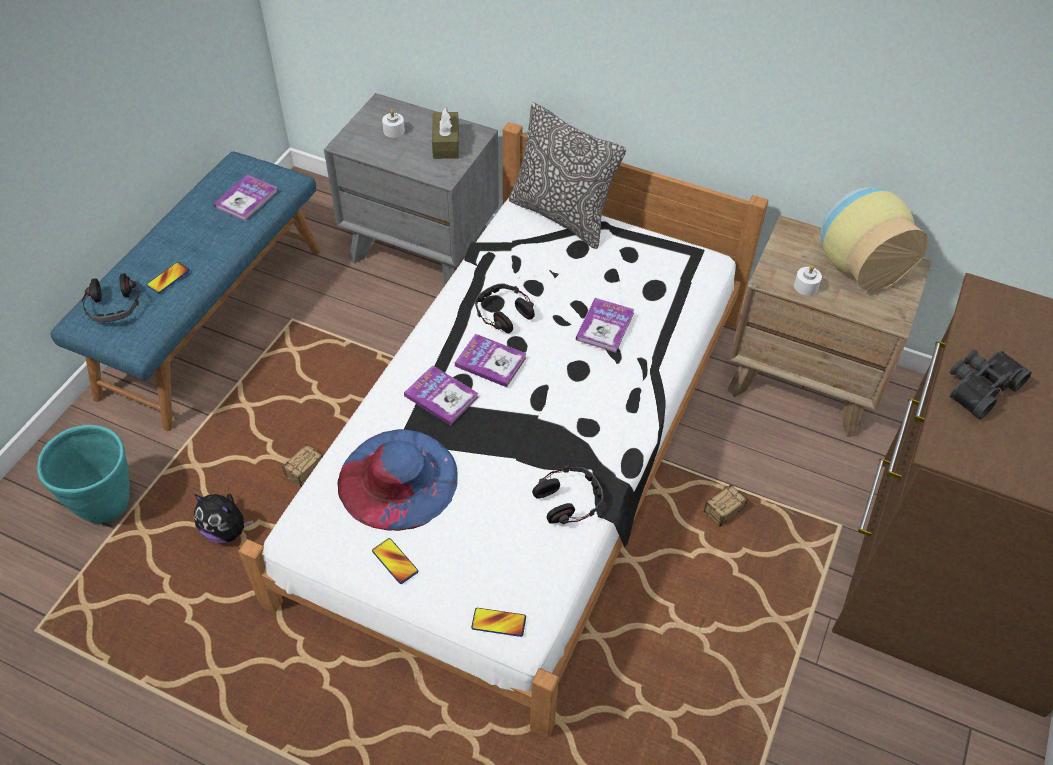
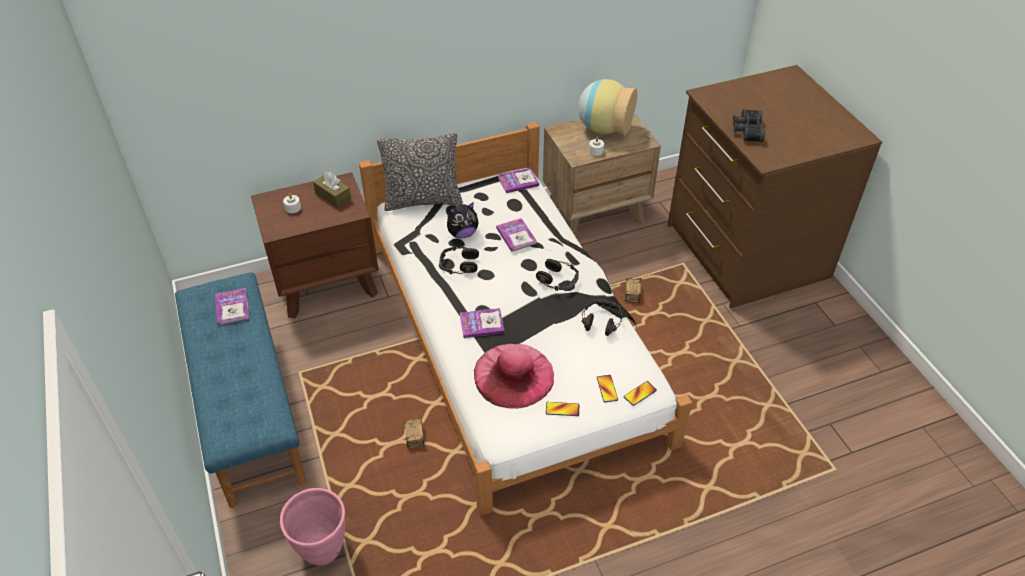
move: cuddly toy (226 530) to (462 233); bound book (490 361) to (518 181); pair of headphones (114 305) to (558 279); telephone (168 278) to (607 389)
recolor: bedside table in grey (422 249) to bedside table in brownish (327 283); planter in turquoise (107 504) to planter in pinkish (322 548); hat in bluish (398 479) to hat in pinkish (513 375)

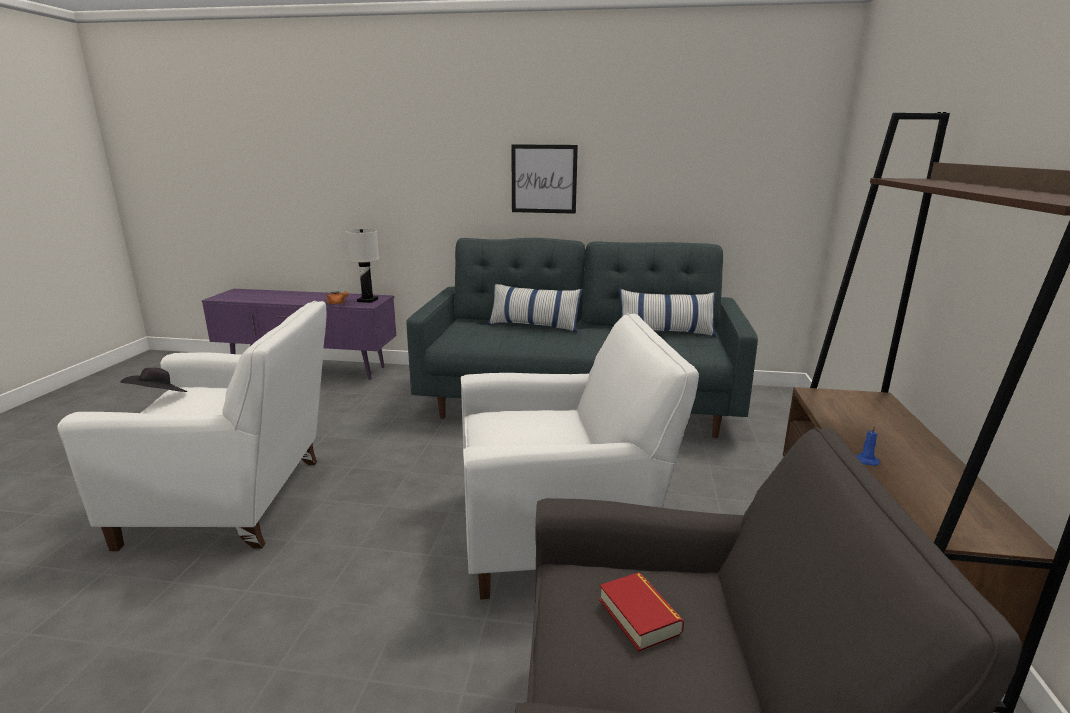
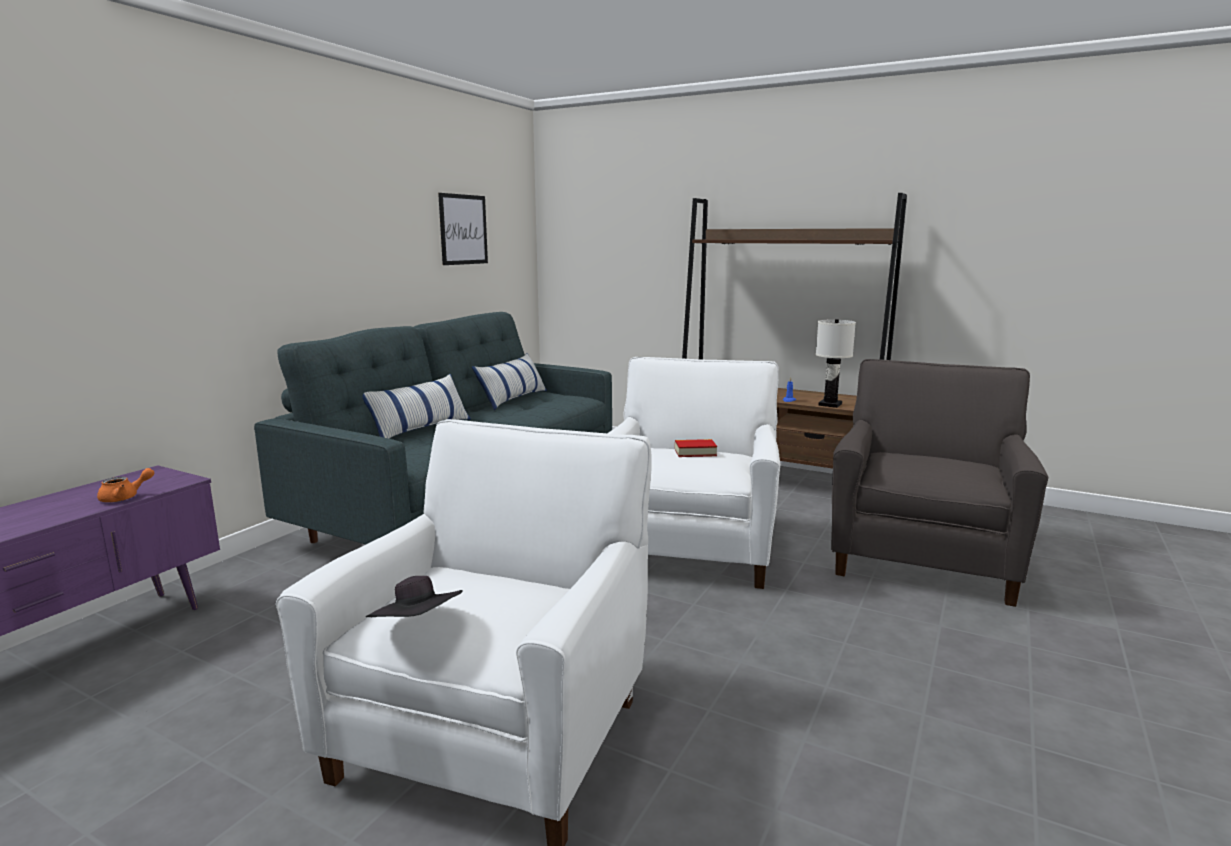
move: wall picture (544 179) to (463 229); bound book (639 616) to (695 452); lamp for a table in white-coloured (367 300) to (830 404)

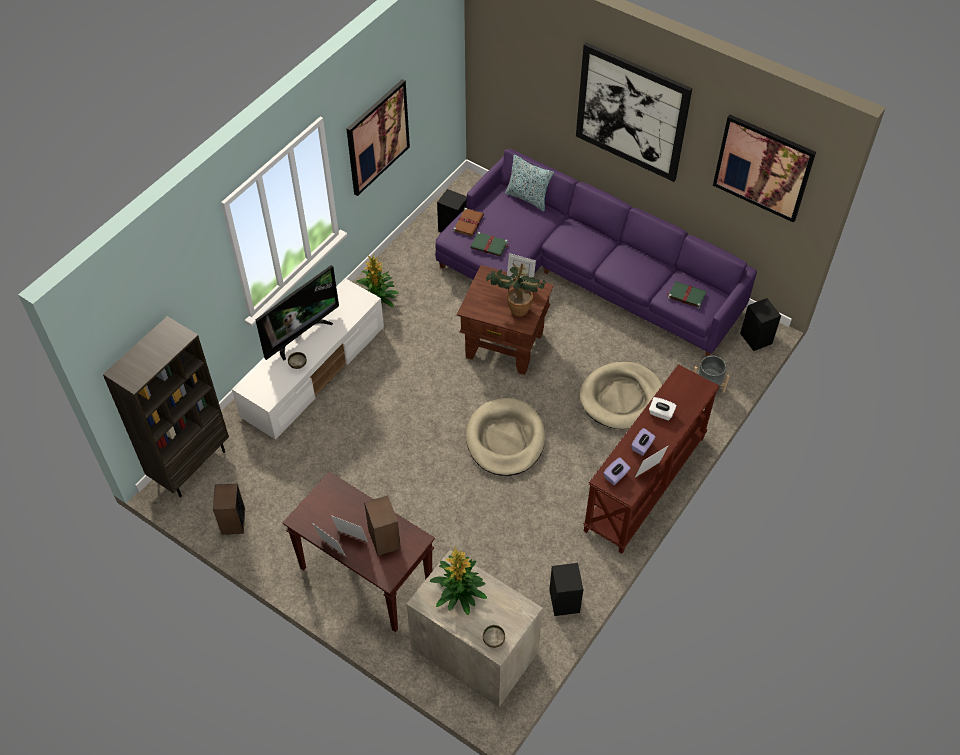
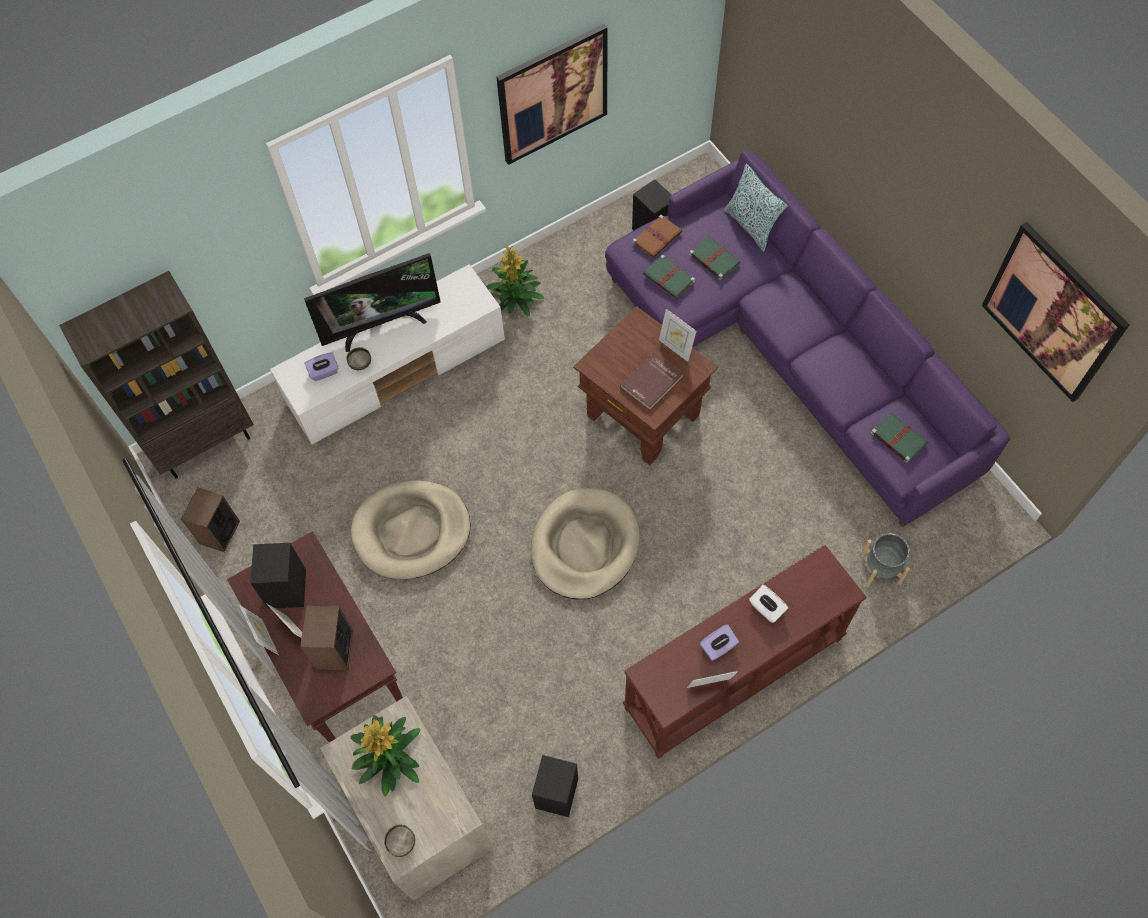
delete: wall picture (631 112)
insert: bound book in green-coloured (713 258)
move: loudspeaker in black-coloured (755 338) to (287 587); box of tissues in purple (616 476) to (324 372); dog bed in beige-coloured (621 398) to (411 531)
replace: potted plant (515 307) to bound book in red-coloured (652 382)

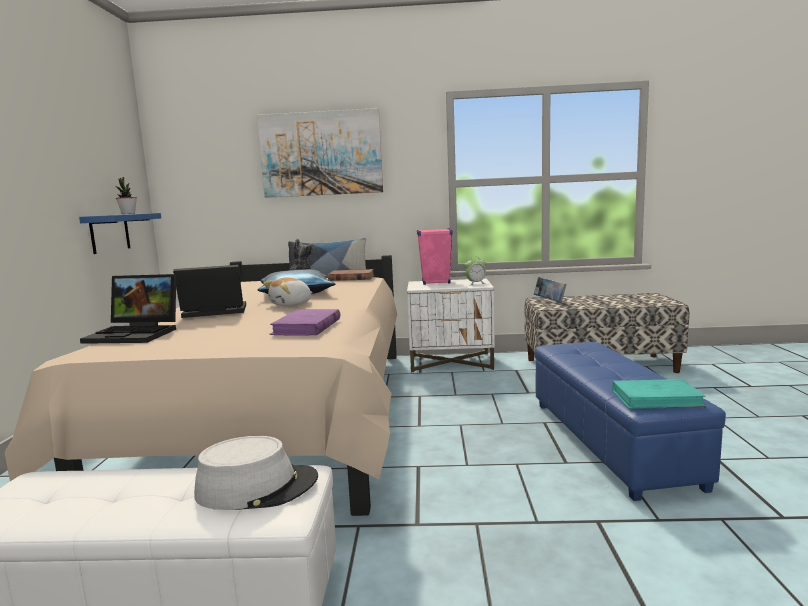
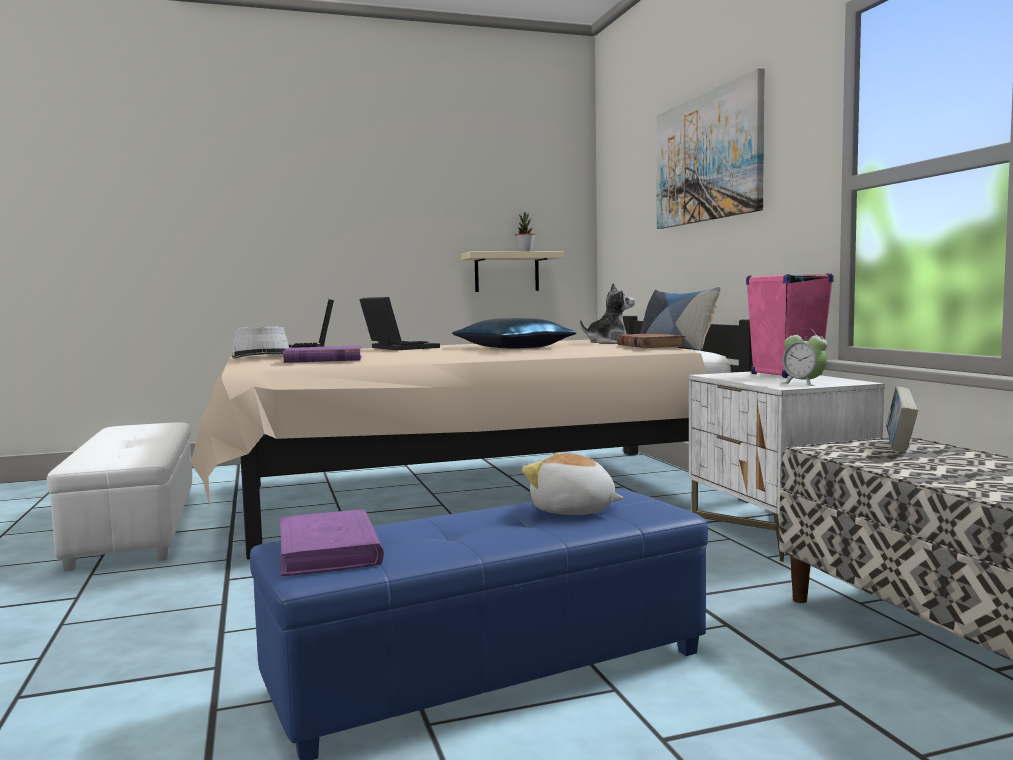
move: hat in grey (257 487) to (262 356); cuddly toy (291 304) to (573 511)
recolor: bound book in turquoise (656 398) to bound book in purple (328 550); bracket shelf in bluish (109 233) to bracket shelf in beige-coloured (506 272)

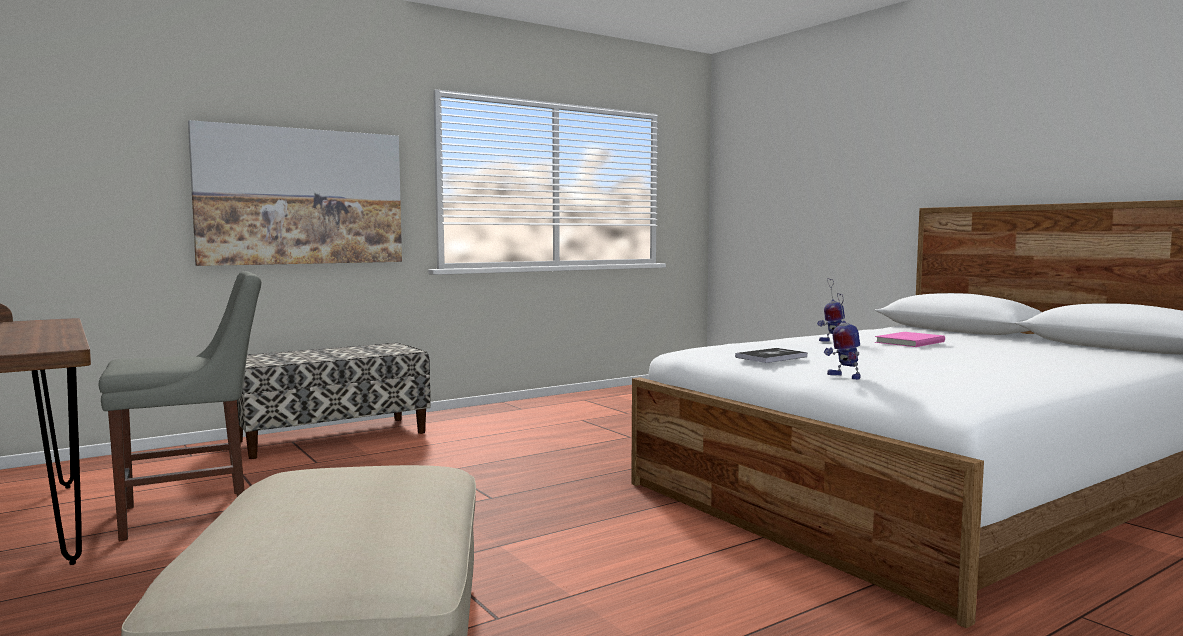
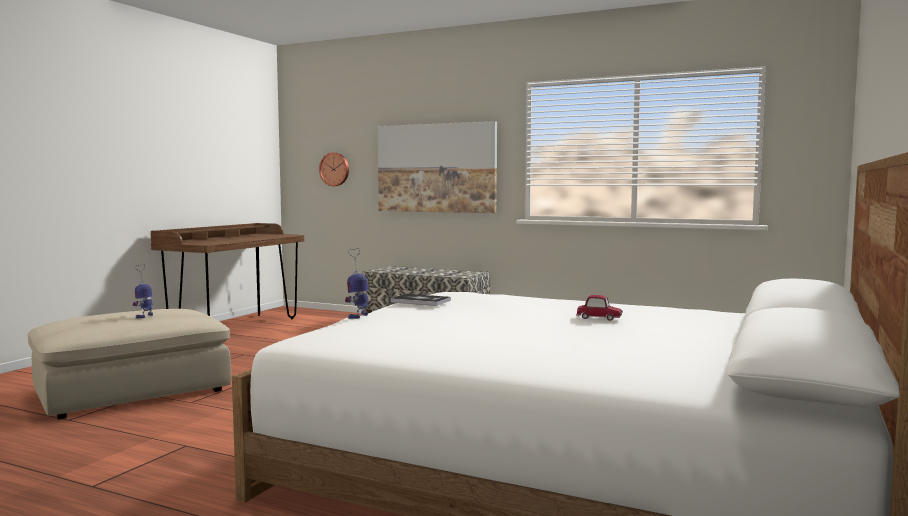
delete: chair in grey (193 513)
insert: hanging clock (335 169)
move: toy robot (832 342) to (145 316)
replace: bound book in pinkish (907 342) to toy car (599 318)

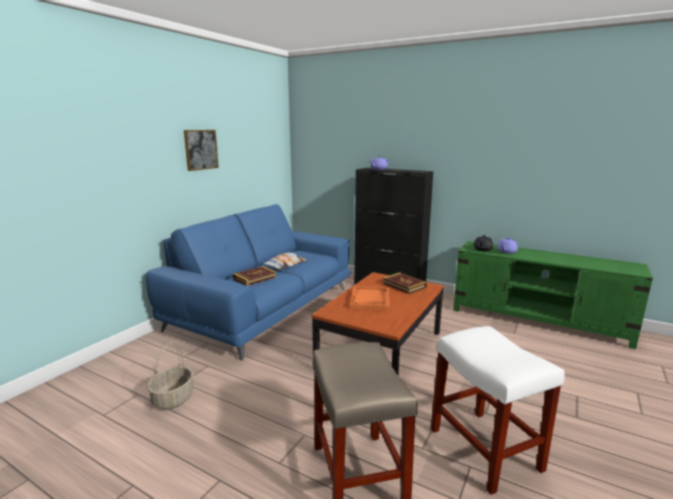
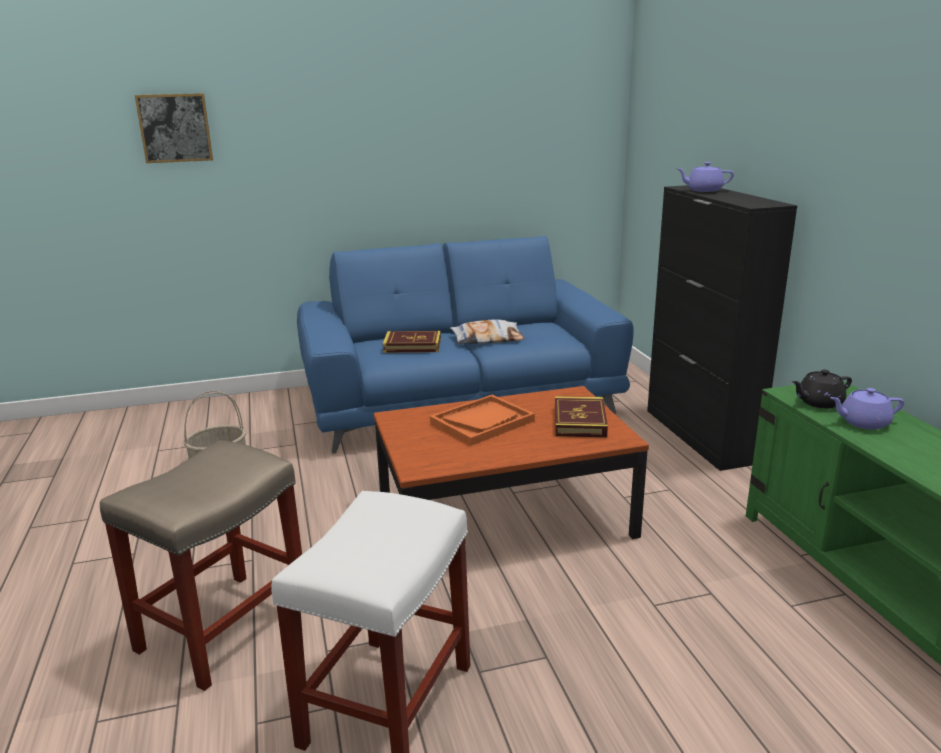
move: wall picture (201 149) to (175 128)

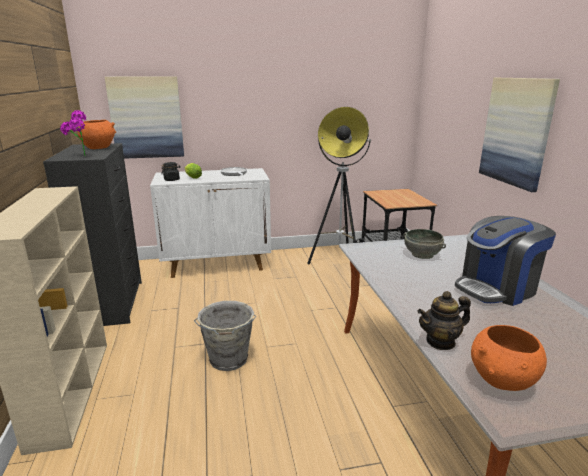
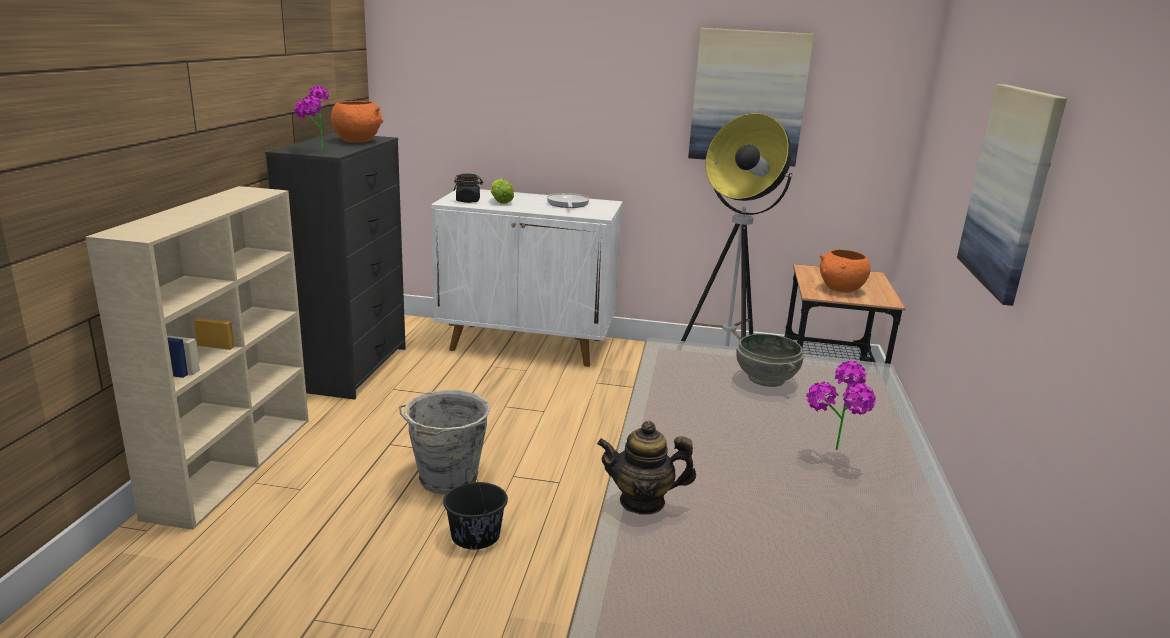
insert: bucket in black-coloured (475 535)
move: wall picture (146 118) to (748 97); deep dish in orange (502 381) to (841 289)
replace: coffee machine (497 288) to potted plant (833 454)

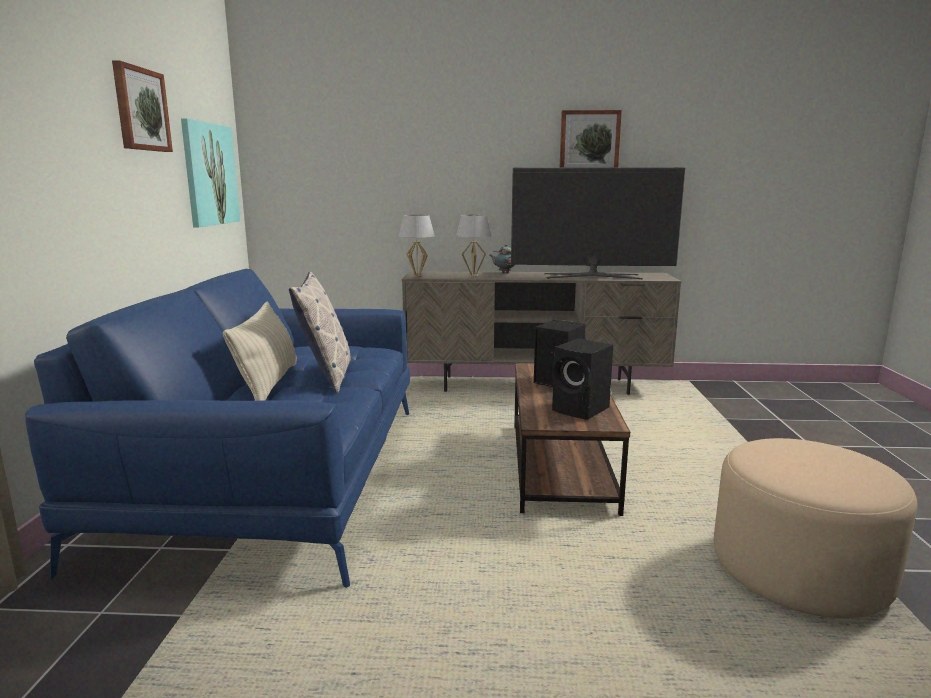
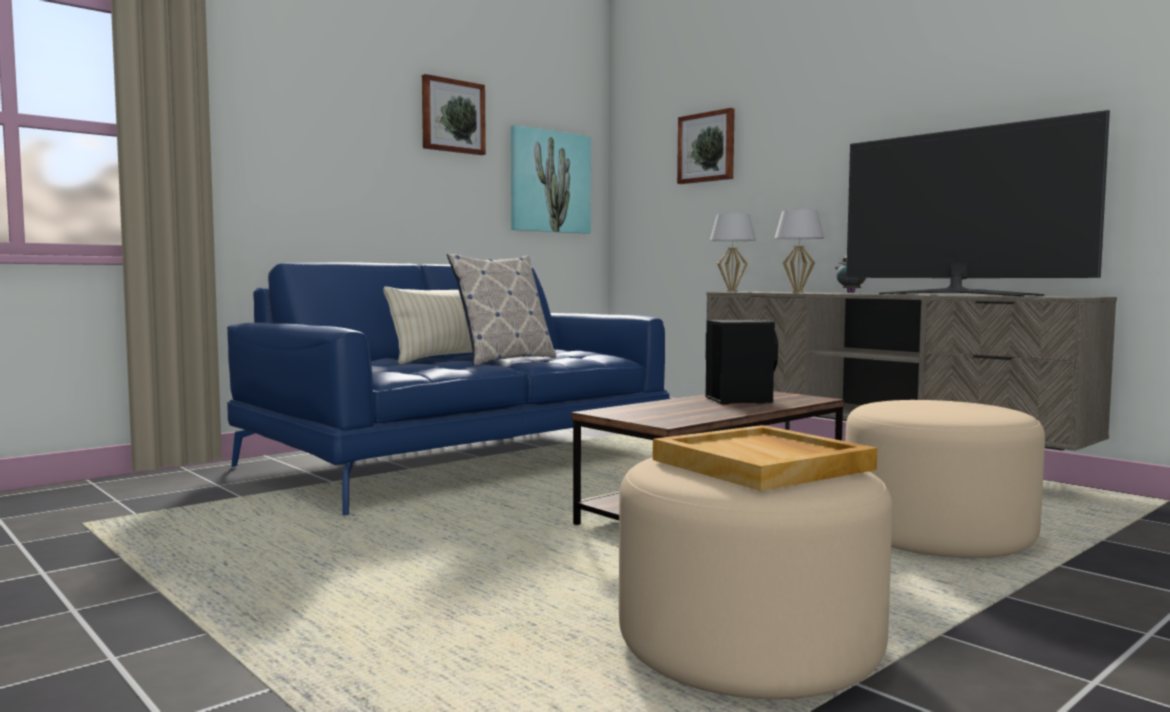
delete: loudspeaker in black-coloured (582 410)
insert: serving tray in beige-coloured (764 464); pouffe in beige-coloured (937 535)
move: wall picture (589 141) to (707 147)

